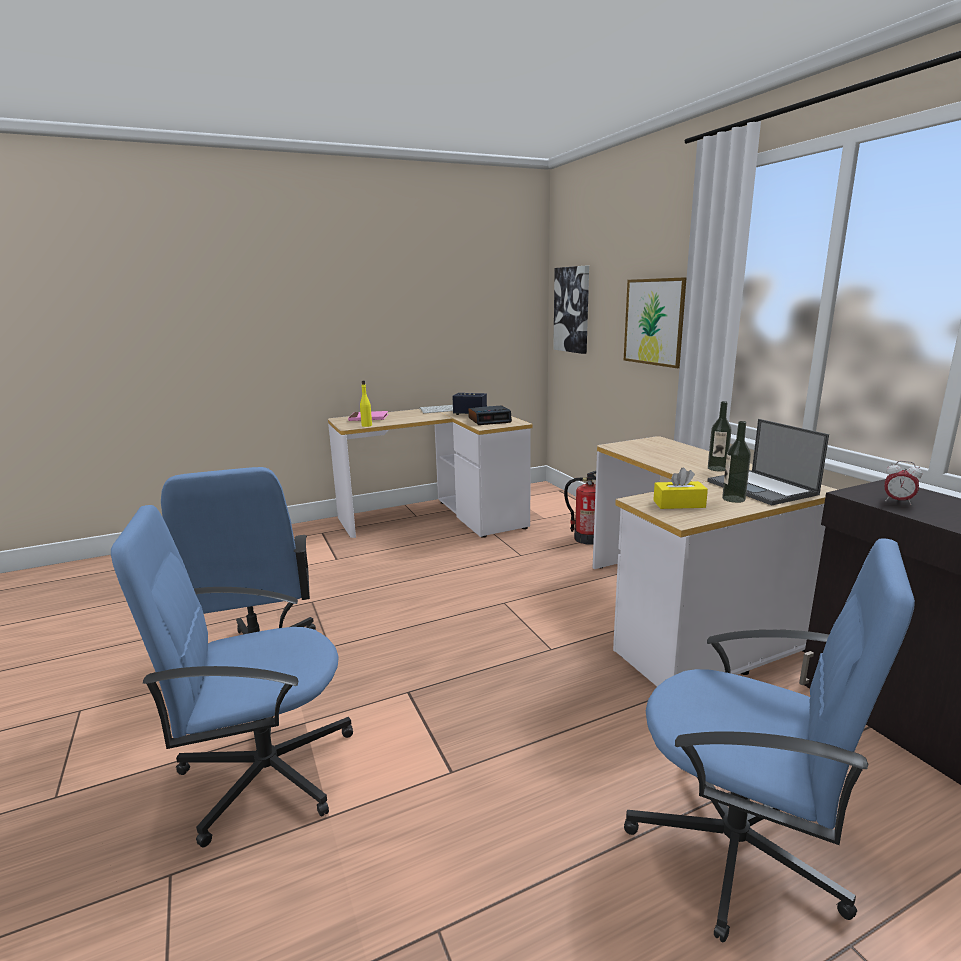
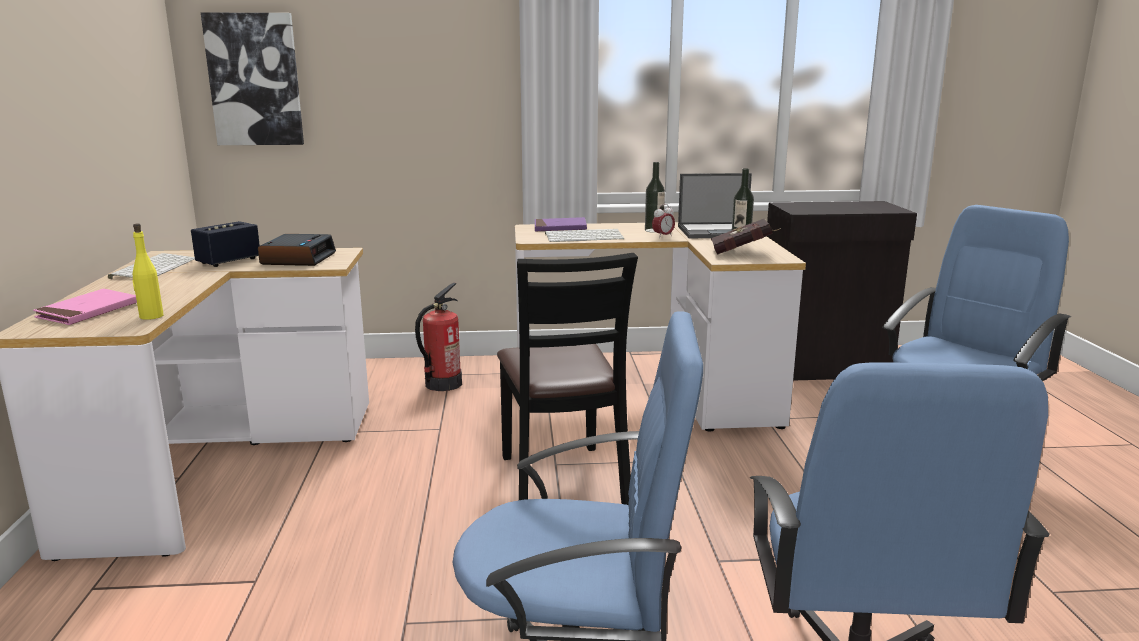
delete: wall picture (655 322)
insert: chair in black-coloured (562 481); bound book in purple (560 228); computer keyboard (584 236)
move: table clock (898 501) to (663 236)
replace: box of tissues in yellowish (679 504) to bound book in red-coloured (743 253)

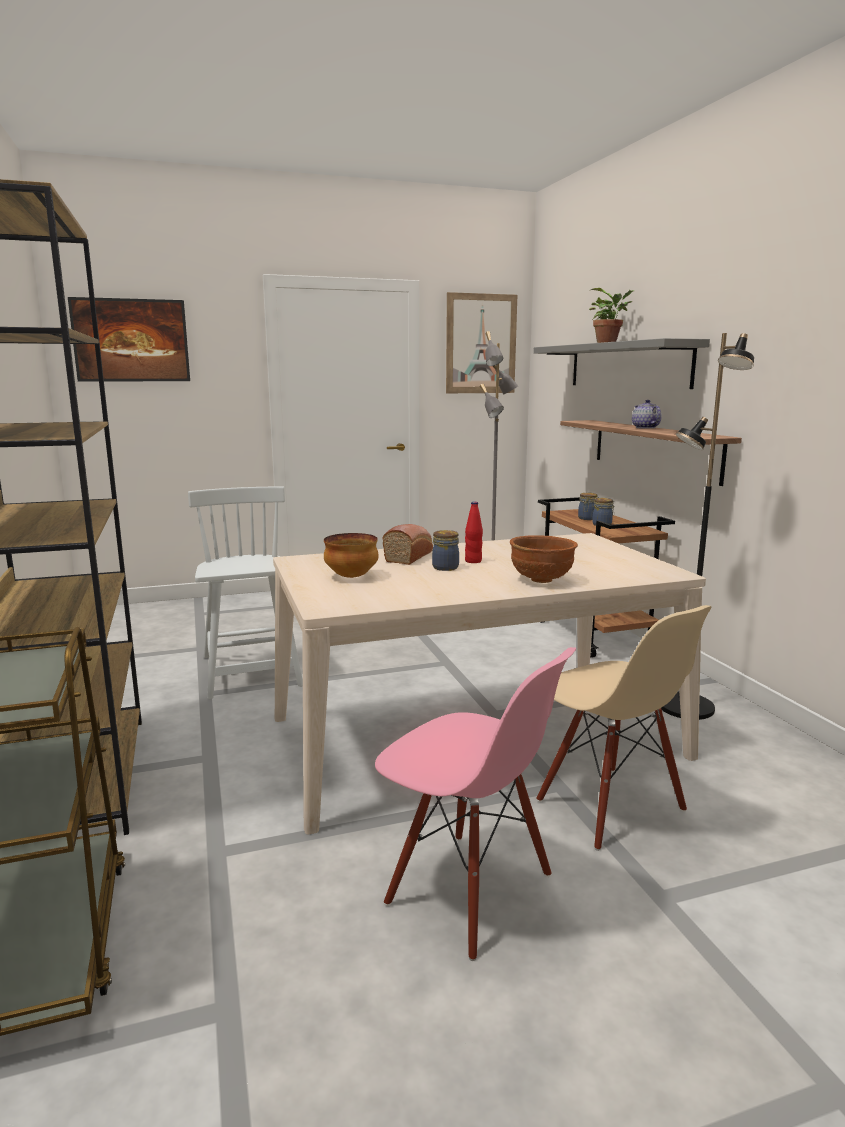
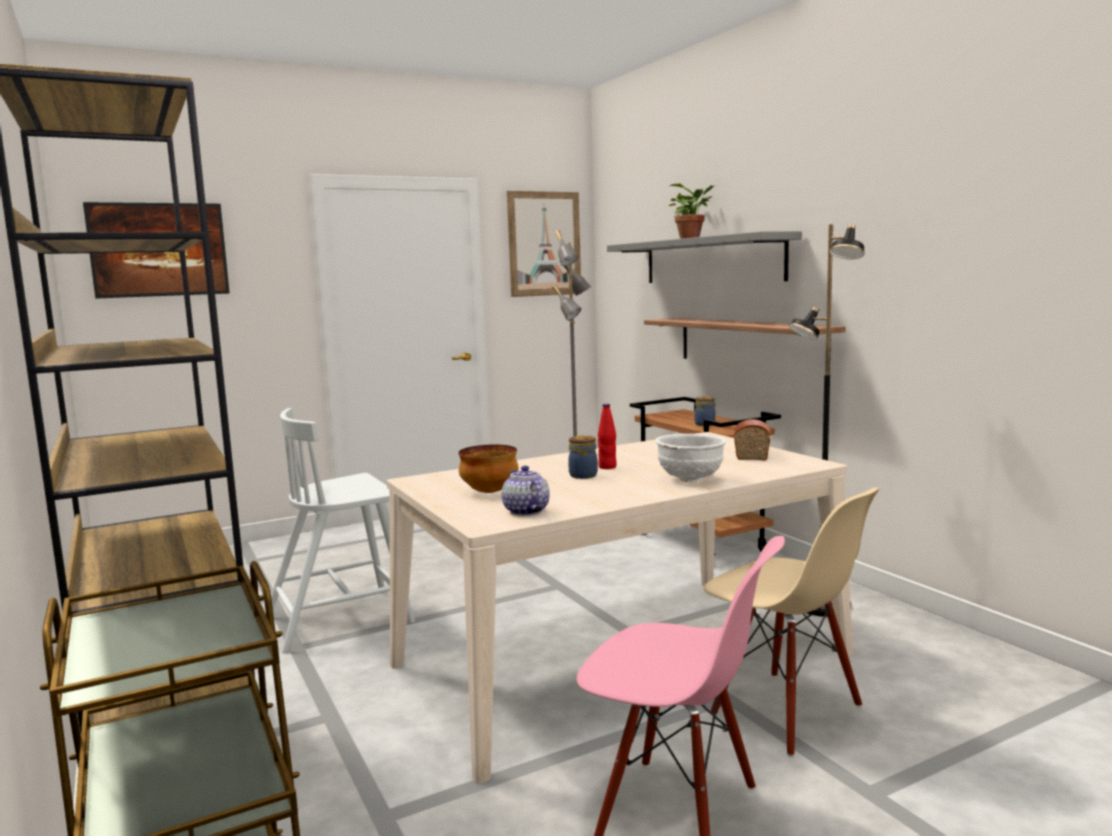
delete: jar (587 518)
move: tea pot (645 428) to (525 511); bakery bread (410 556) to (751 453)
recolor: deep dish in brownish (542 580) to deep dish in white-coloured (691 480)
rotate: chair in white-coloured (251 672) = (341 618) 90 degrees counterclockwise

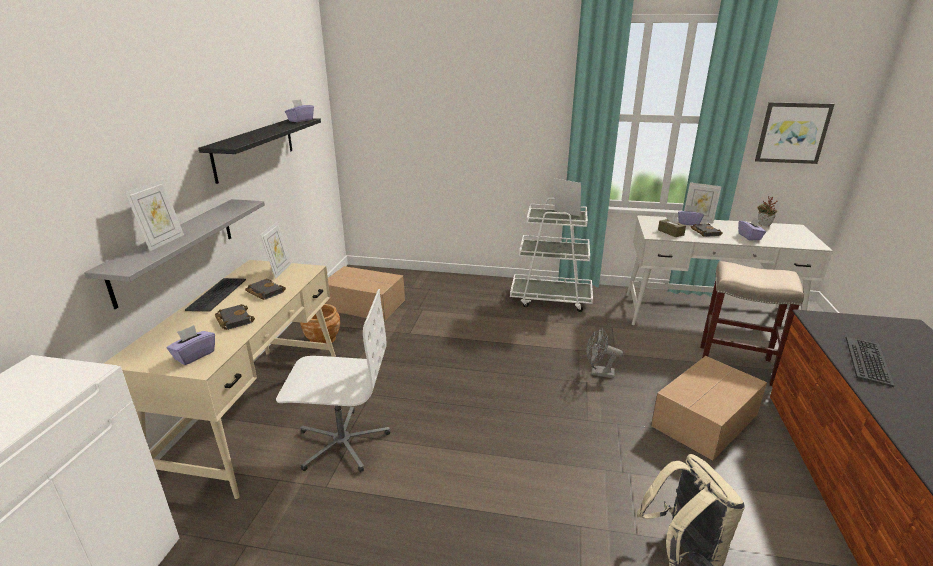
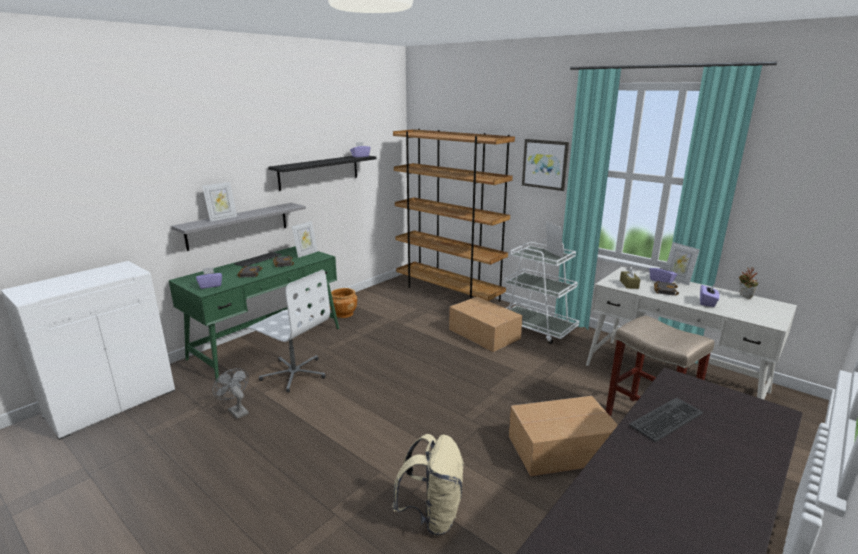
insert: shelving unit in brownish (448 292)
move: electric fan in grey (598 373) to (236 410); cardboard box (363 305) to (483 333); wall picture (792 133) to (545 164)
recolor: desk table in beige-coloured (255 412) to desk table in green-coloured (267 343)

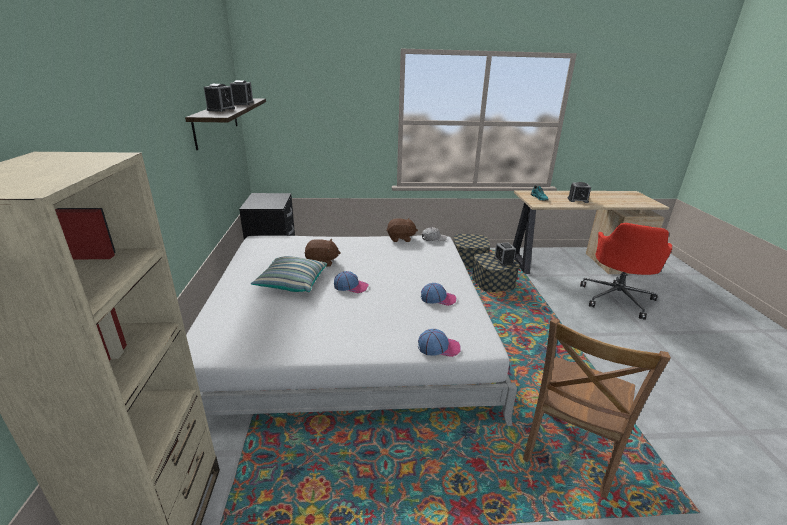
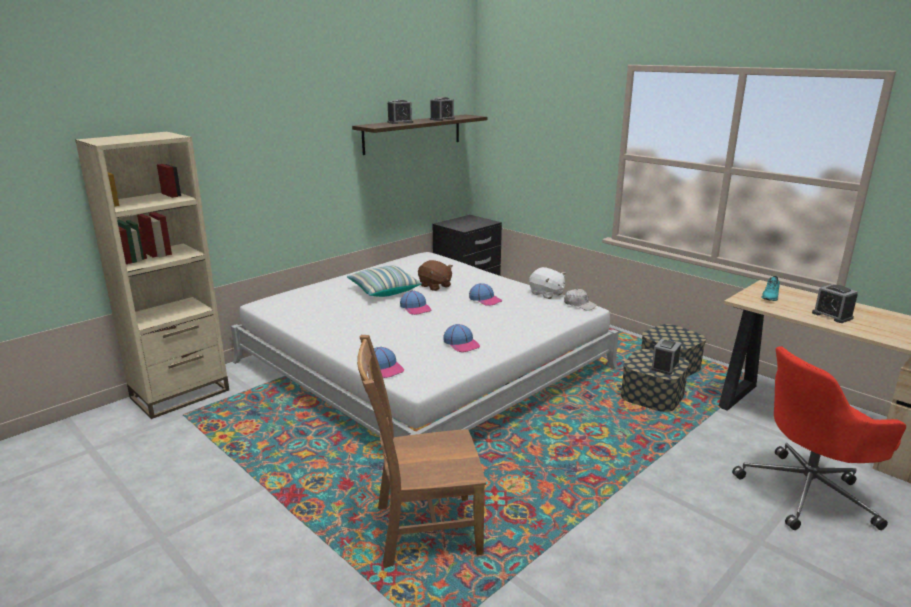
insert: cap (485 299)
recolor: cuddly toy in brownish (401 238) to cuddly toy in white-coloured (546 294)

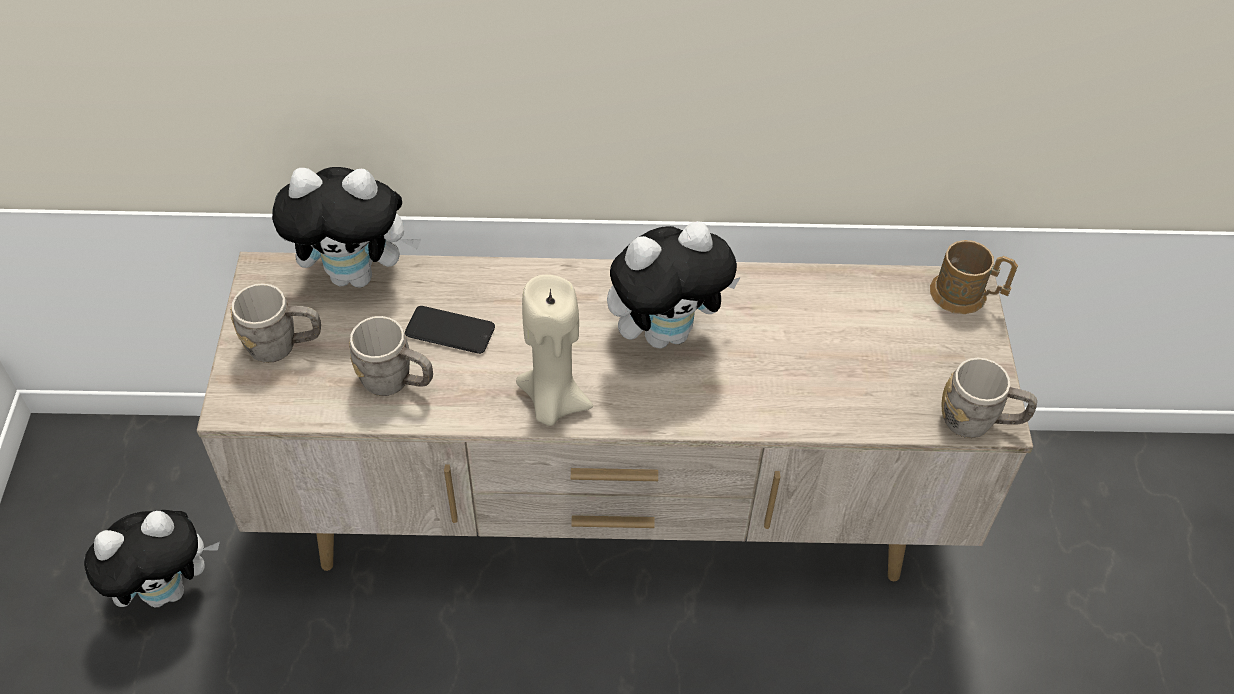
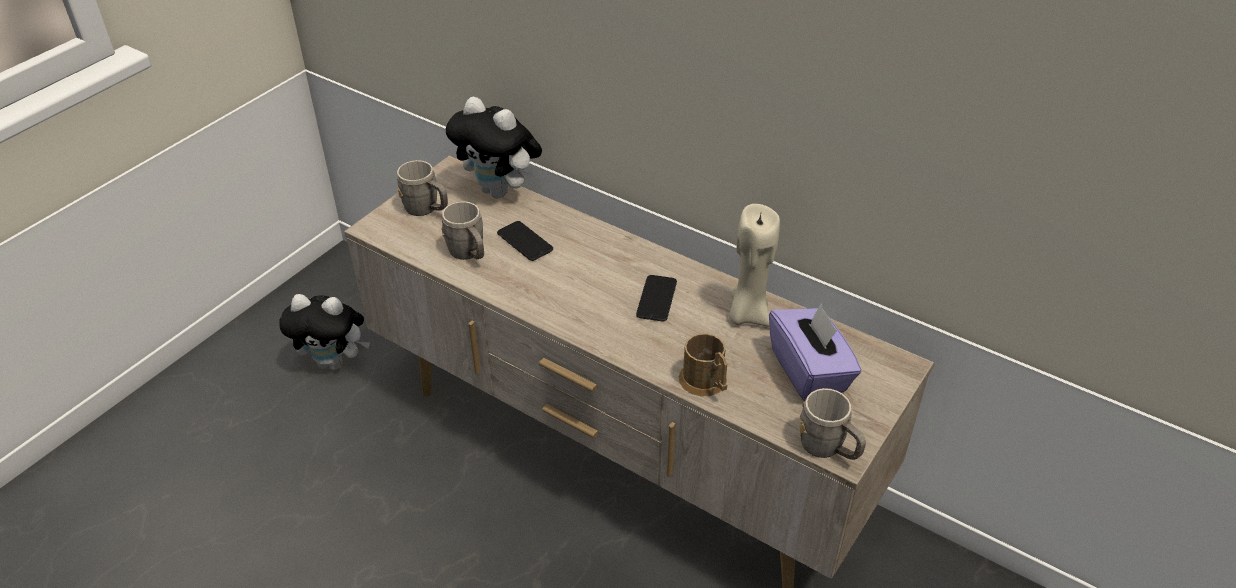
insert: box of tissues in purple (809 371)
move: coffee mug in brownish (966 295) to (706 383); candle in beige-coloured (552 402) to (747 314)
replace: cuddly toy (666 332) to telephone (656 299)

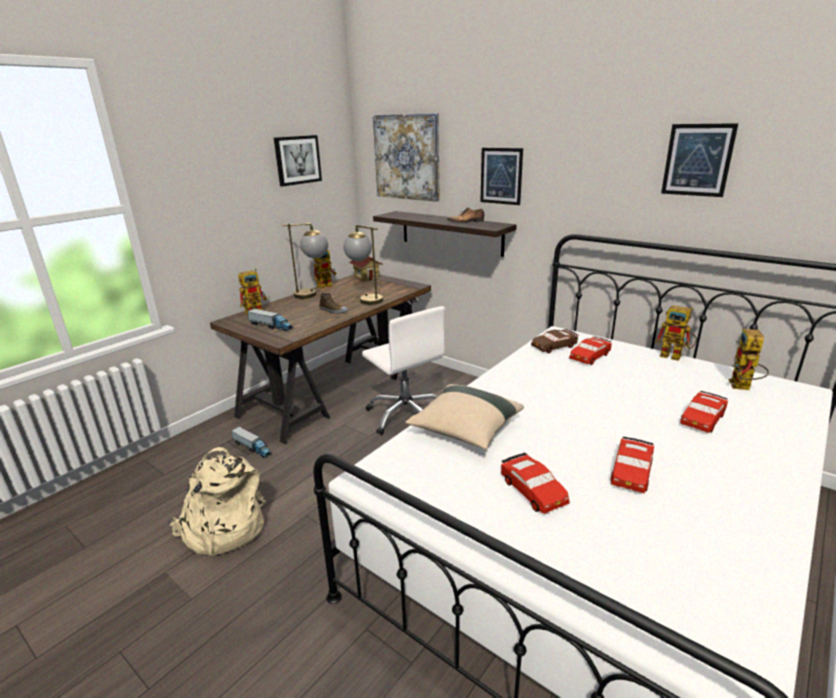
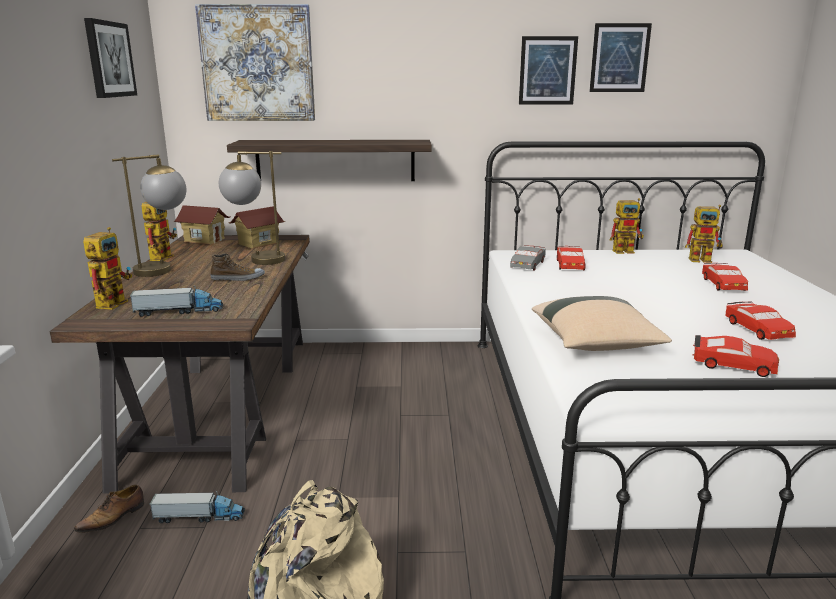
delete: office chair in white-coloured (406 415)
insert: toy house (258 243)
move: item of footwear (466 222) to (113 518); wall picture (501 176) to (547 70)
recolor: toy car in brownish (554 346) to toy car in grey (527 264)
rotate: toy robot (743 387) = (704 260) 60 degrees counterclockwise

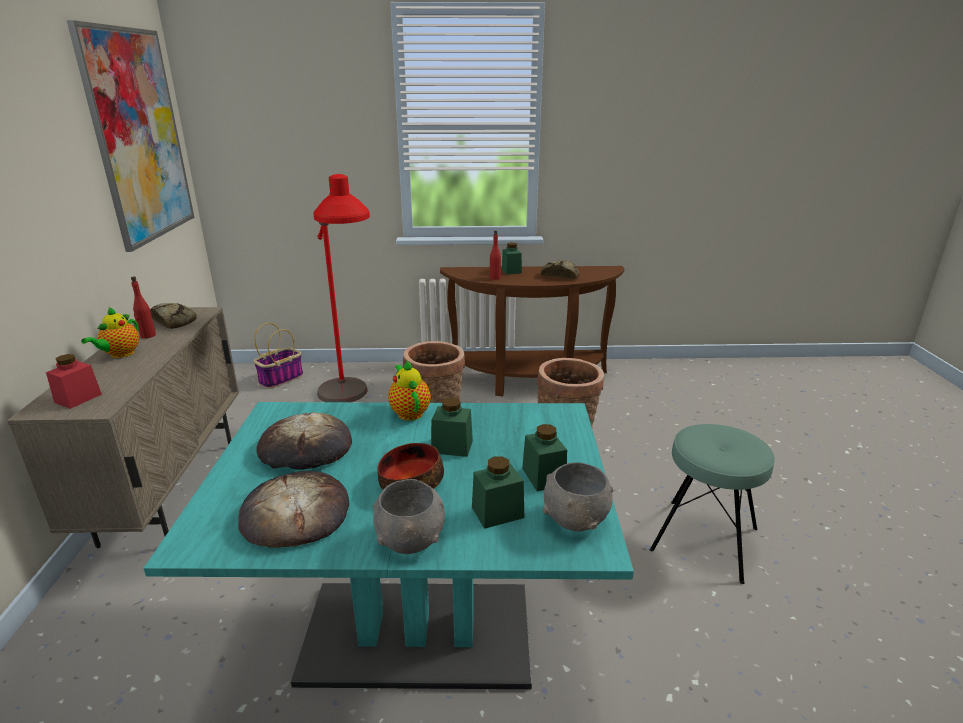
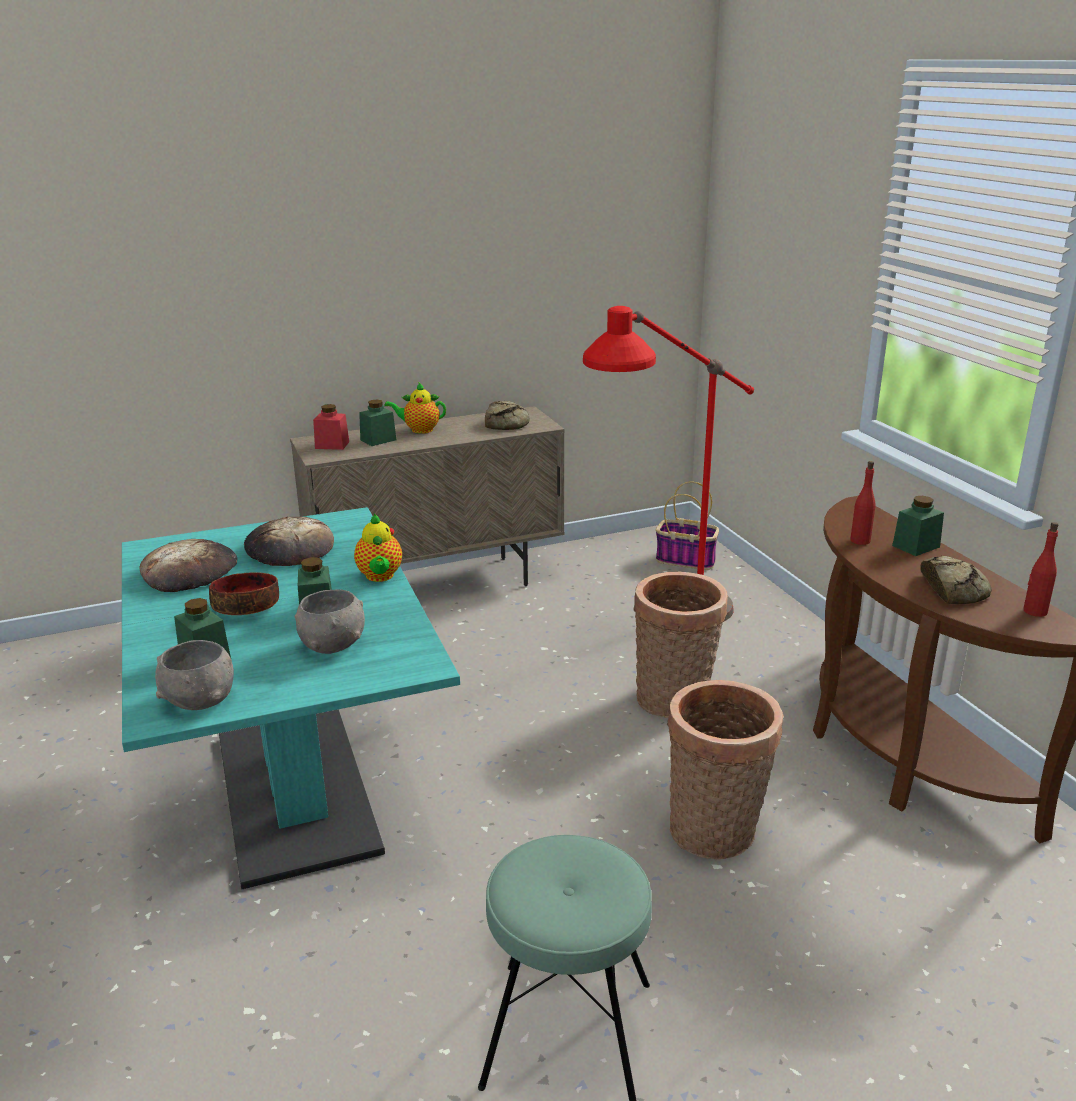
delete: wall picture (139 136)
move: deep dish in grey (411 539) to (333 645); jar in green-coloured (543 476) to (378 440); drink bottle in red-coloured (147 335) to (1034 611)
rotate: tea pot (409 412) = (380 577) 120 degrees clockwise

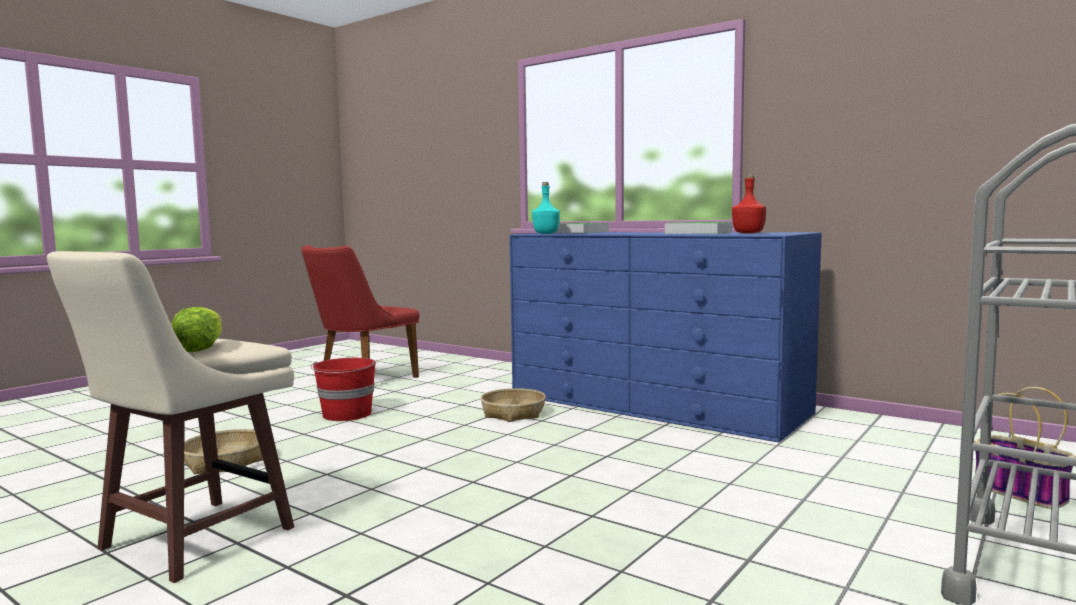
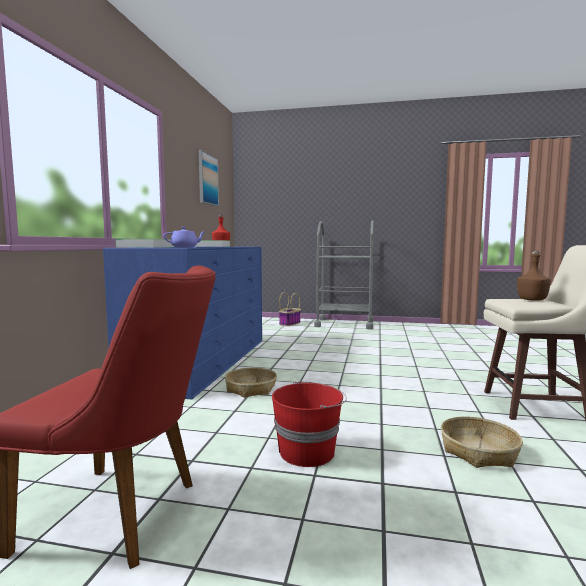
insert: wall picture (207 179)
replace: drink bottle in turquoise (546 233) to tea pot in purple (185 247); head of lettuce (201 348) to drink bottle in brownish (532 300)

